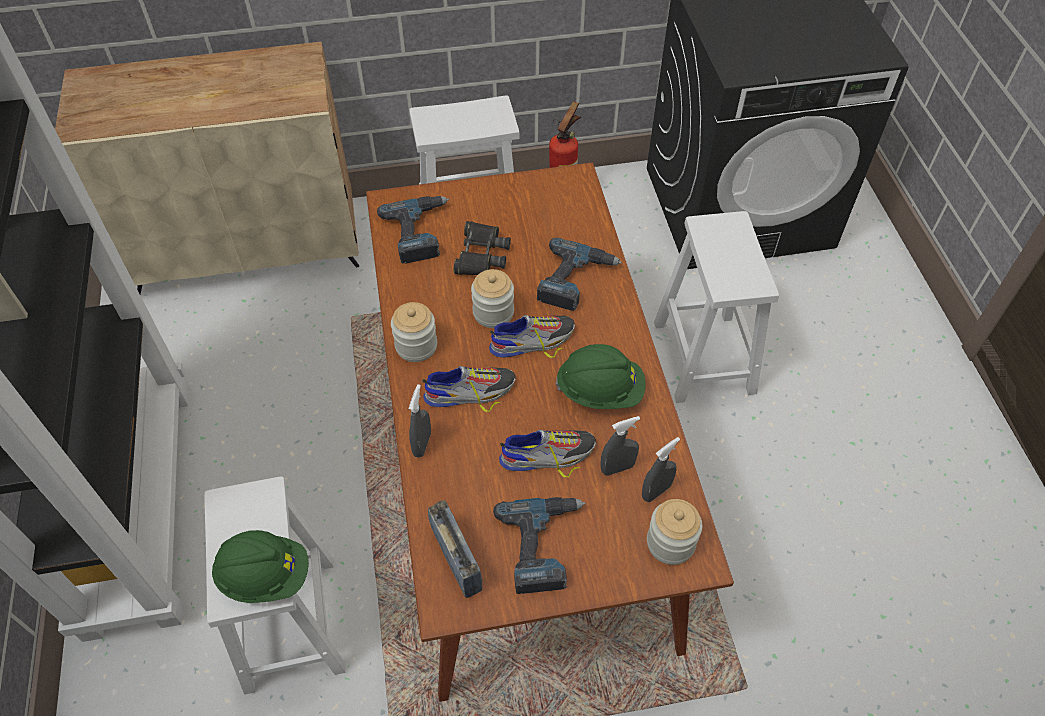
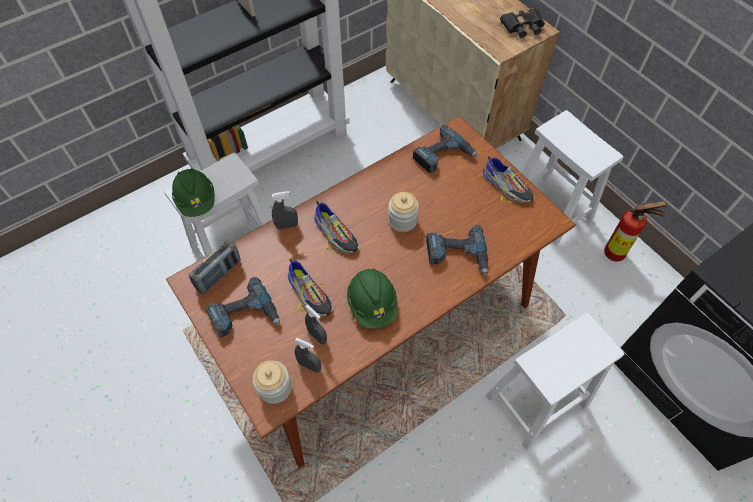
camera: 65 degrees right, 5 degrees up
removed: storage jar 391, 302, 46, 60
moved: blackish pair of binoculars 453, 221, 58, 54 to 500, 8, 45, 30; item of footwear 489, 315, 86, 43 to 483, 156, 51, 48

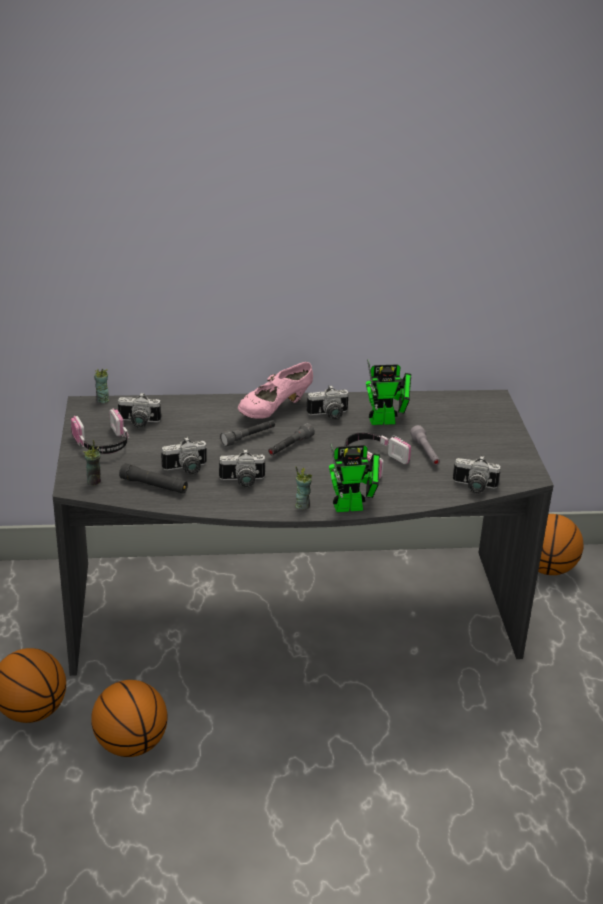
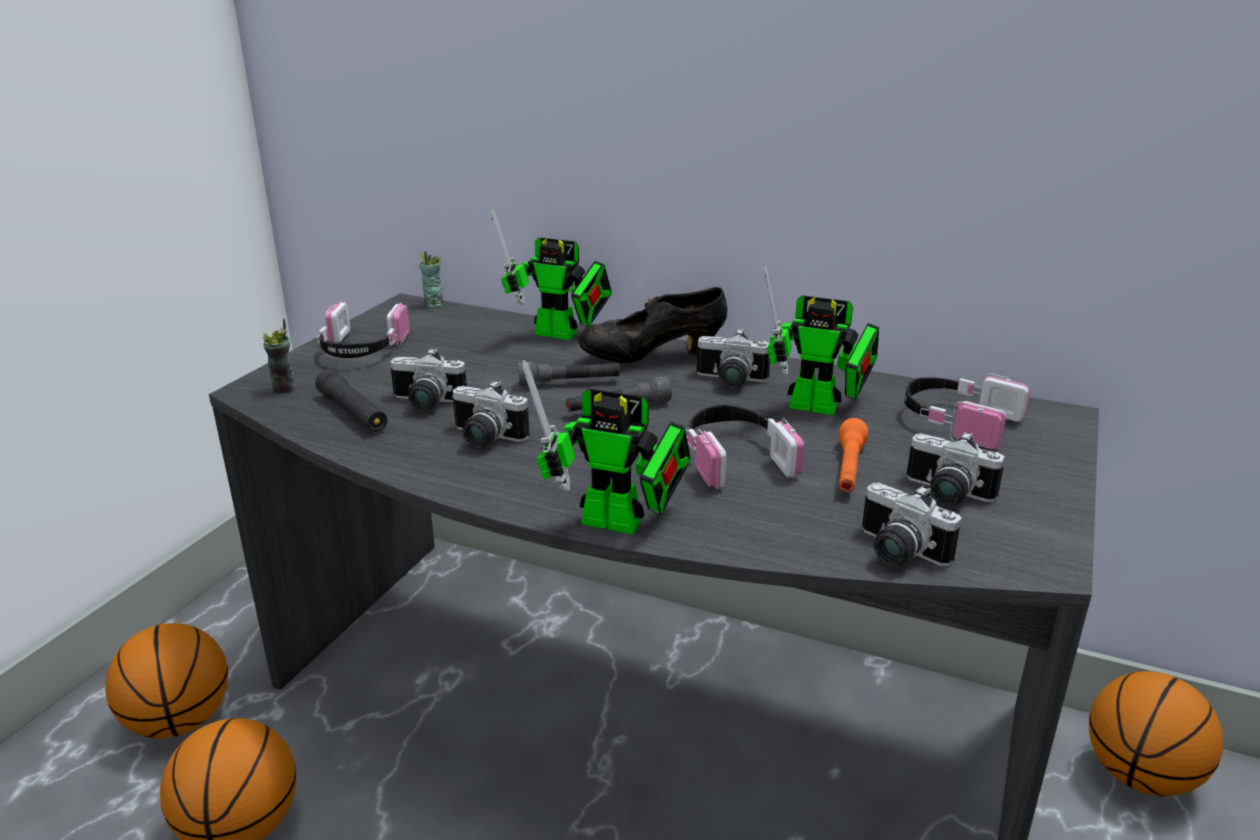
camera: 30 degrees right, 5 degrees down
removed: cup 295, 466, 17, 44
added: robot figure 491, 209, 121, 131; headphones 904, 373, 126, 76
moved: photo camera 118, 393, 43, 35 to 907, 432, 98, 73
recoloured: pink item of footwear 238, 362, 75, 56 to blackish item of footwear 578, 287, 149, 76; greyish flashlight 410, 425, 30, 40 to orange-coloured flashlight 839, 418, 29, 74

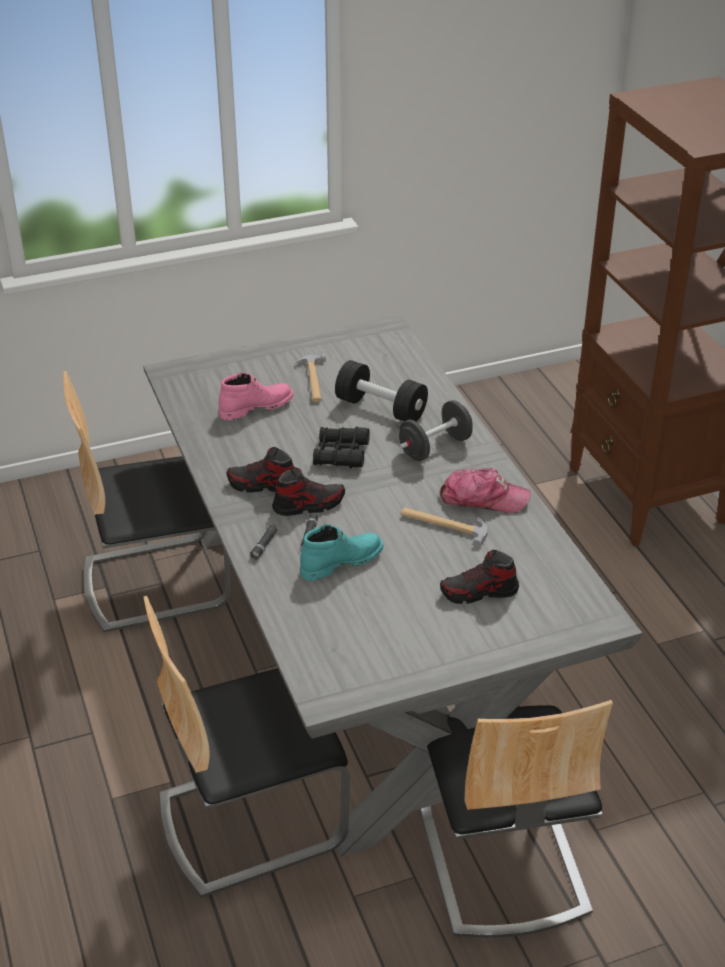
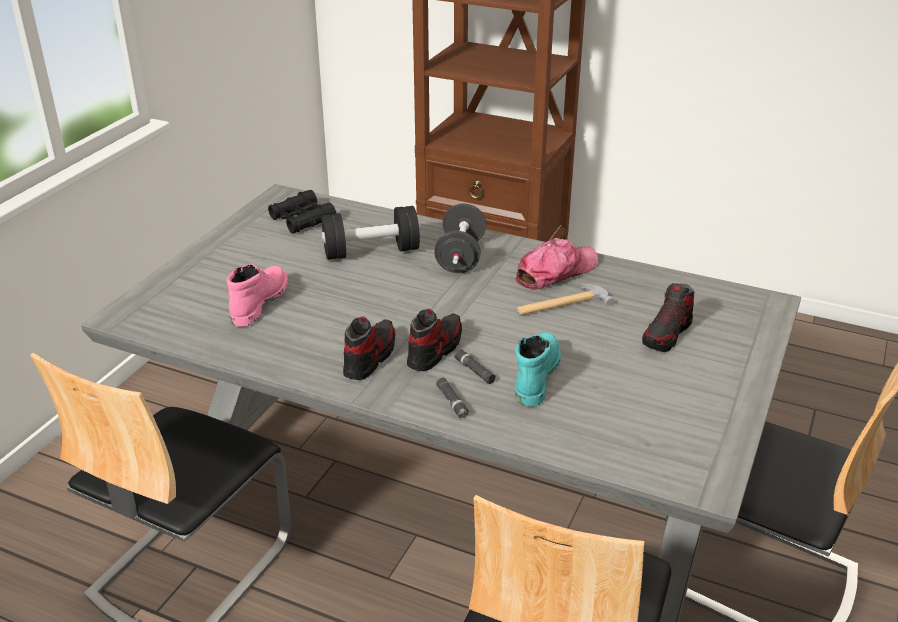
camera: 45 degrees left, 5 degrees down
removed: tool hammer 295, 354, 31, 48
moved: blackish pair of binoculars 313, 426, 57, 42 to 268, 190, 68, 44
turned: item of footwear 226, 447, 68, 46 = 343, 317, 52, 63 150 degrees clockwise

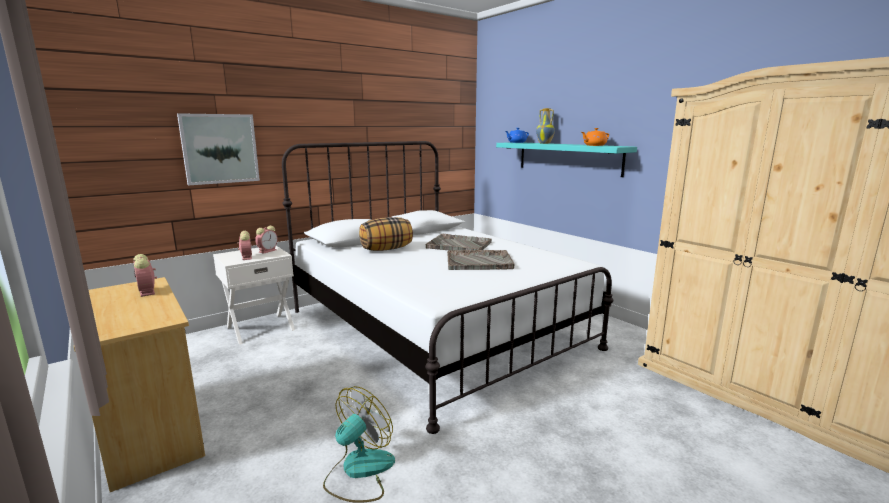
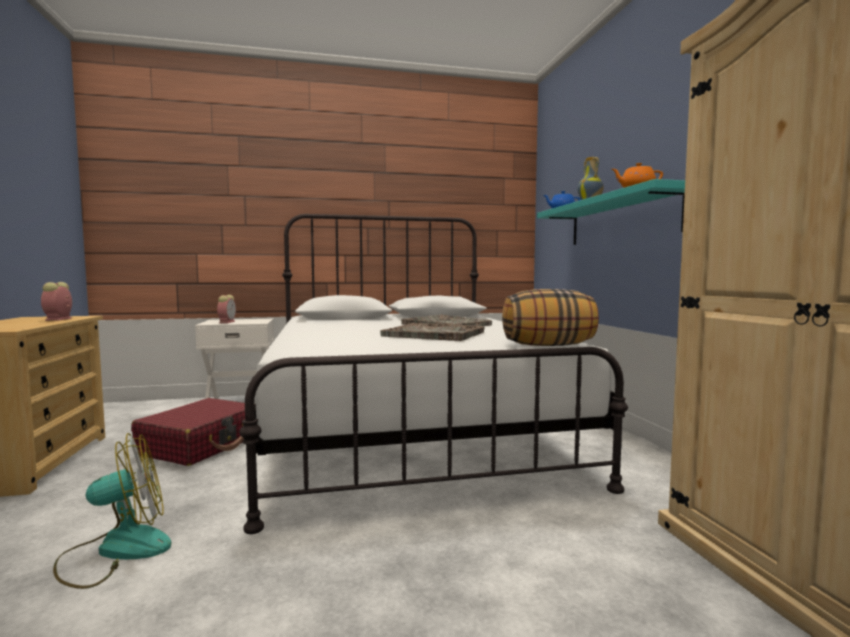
camera: 25 degrees right, 10 degrees down
removed: wall art 177, 113, 83, 73; bedside clock 255, 226, 23, 28
added: red travel case 131, 398, 124, 68
moved: pillow 359, 217, 54, 34 to 502, 289, 97, 57

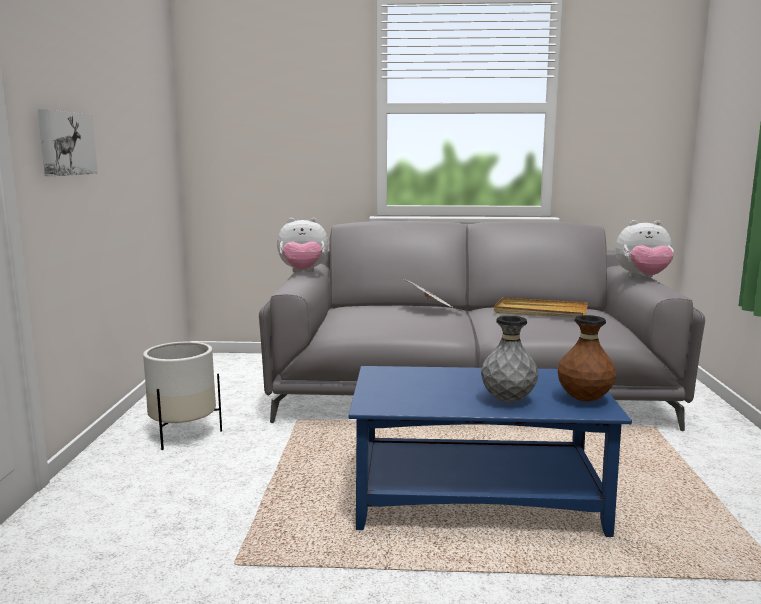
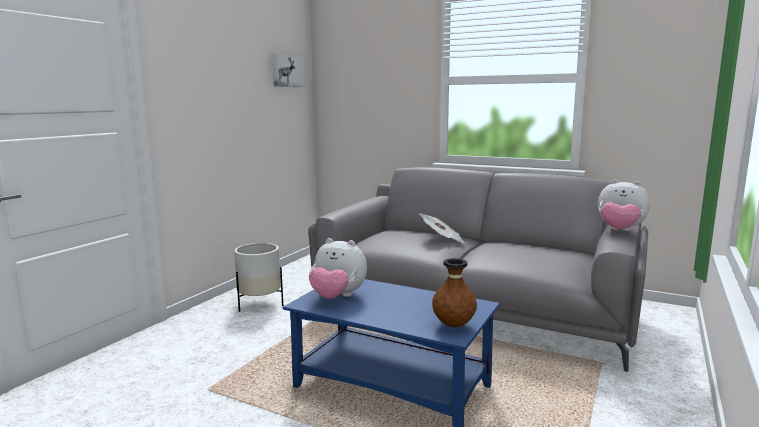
camera: 25 degrees right, 0 degrees up
removed: greyish flower vase 481, 316, 57, 86; beige serving tray 494, 298, 94, 20
moved: wall art 38, 109, 60, 67 to 272, 54, 33, 33; cuddly toy 277, 218, 51, 55 to 309, 238, 58, 61

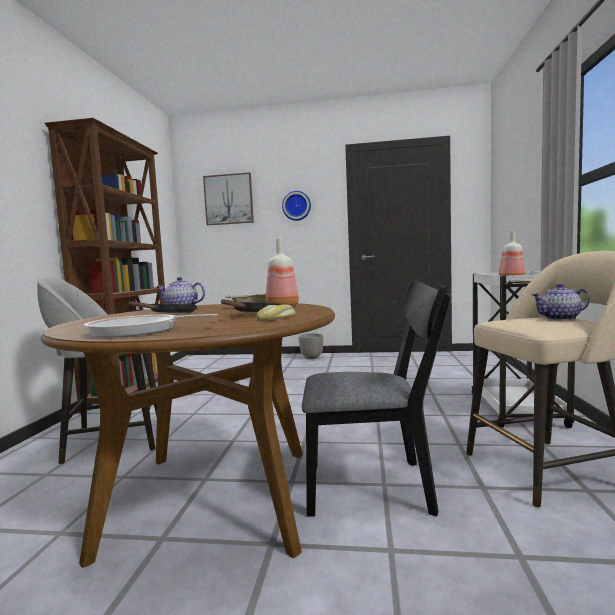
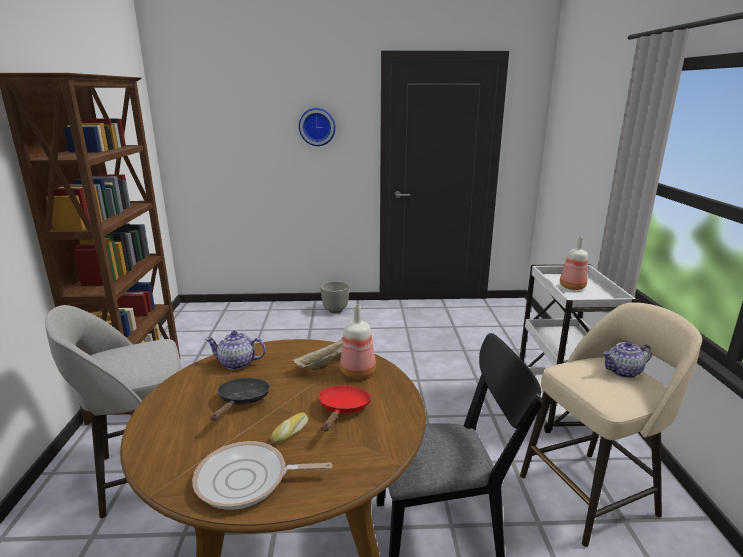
camera: 10 degrees left, 15 degrees up
removed: wall art 203, 172, 51, 53
moved: bakery bread 256, 305, 39, 16 to 271, 413, 37, 30
recoloured: blackish skillet 221, 299, 61, 13 to red skillet 318, 385, 53, 46

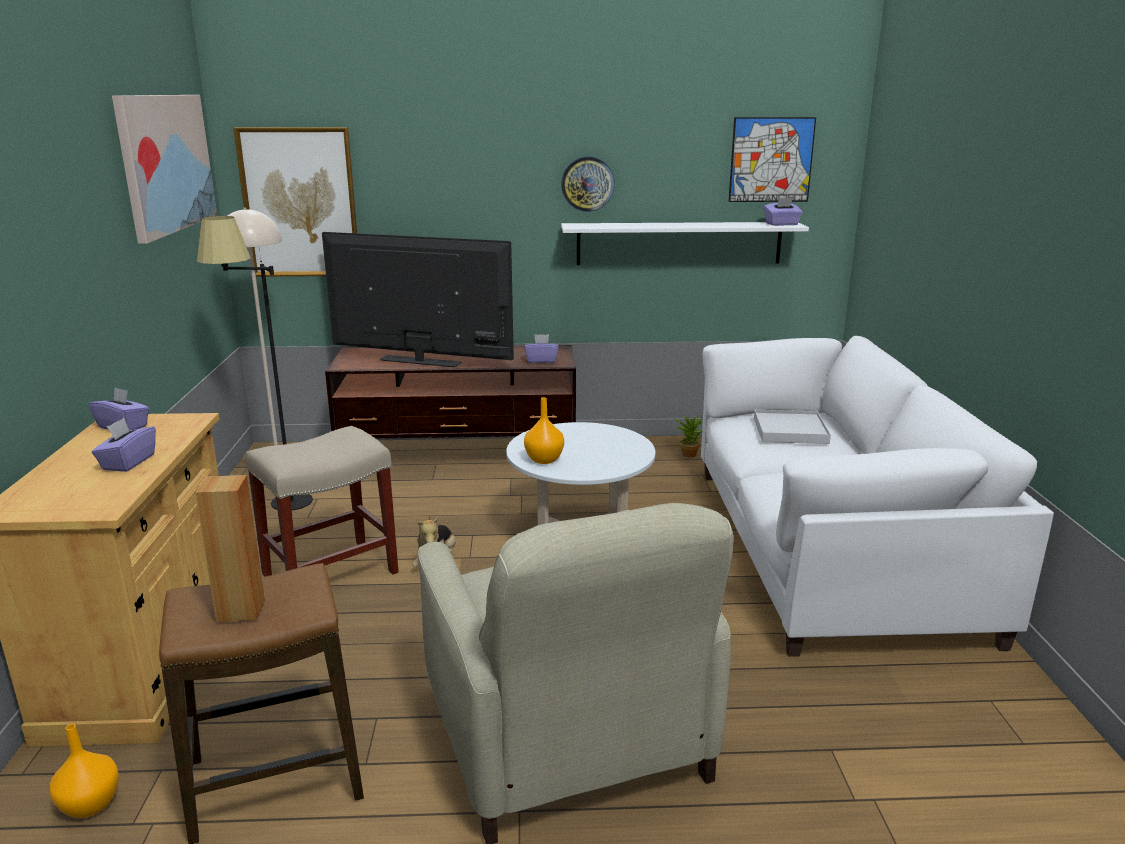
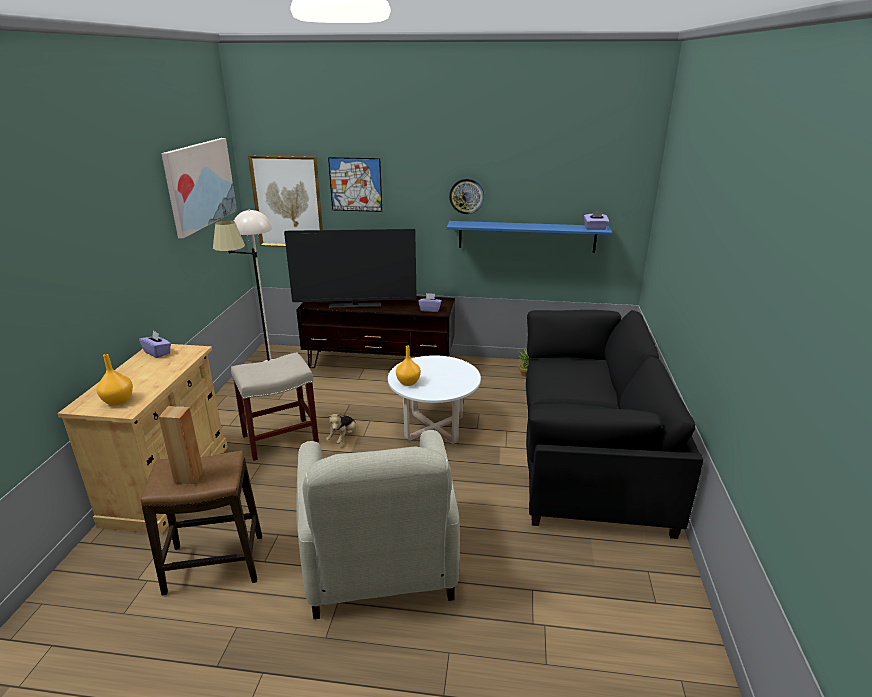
camera: 10 degrees right, 5 degrees up
removed: purplish box of tissues 92, 418, 64, 54; whitish serving tray 754, 410, 77, 34
moved: orange-coloured flower vase 50, 724, 69, 94 to 96, 354, 37, 52; wall art 728, 117, 88, 85 to 328, 157, 54, 55
recoloured: whitish bracket shelf 561, 222, 248, 43 to blue-coloured bracket shelf 447, 221, 165, 32; whitish couch 701, 336, 353, 321 to blackish couch 526, 310, 178, 229
turned: television 322, 232, 192, 135 = 284, 229, 133, 79 150 degrees clockwise

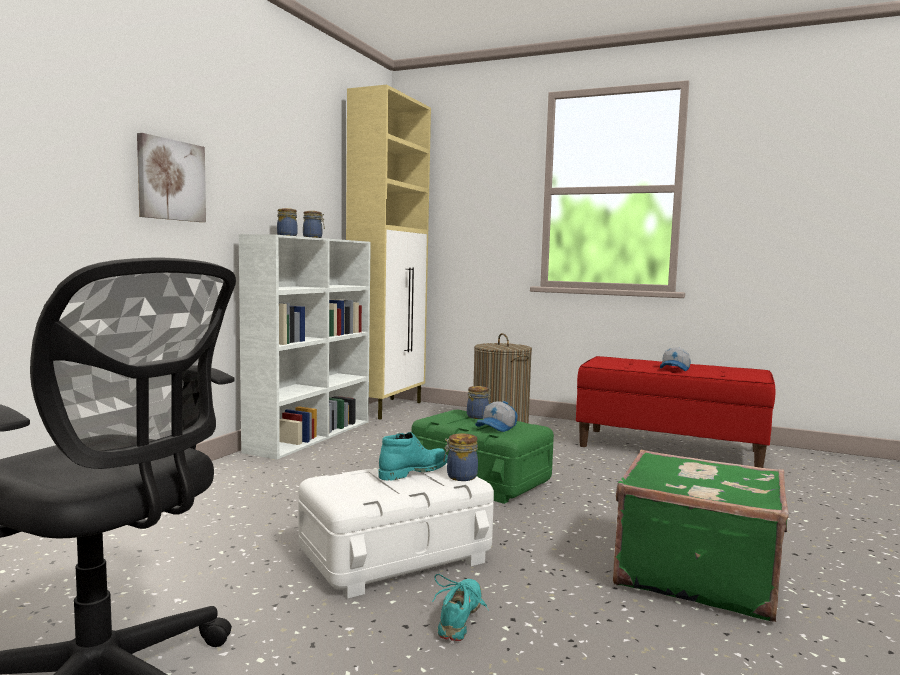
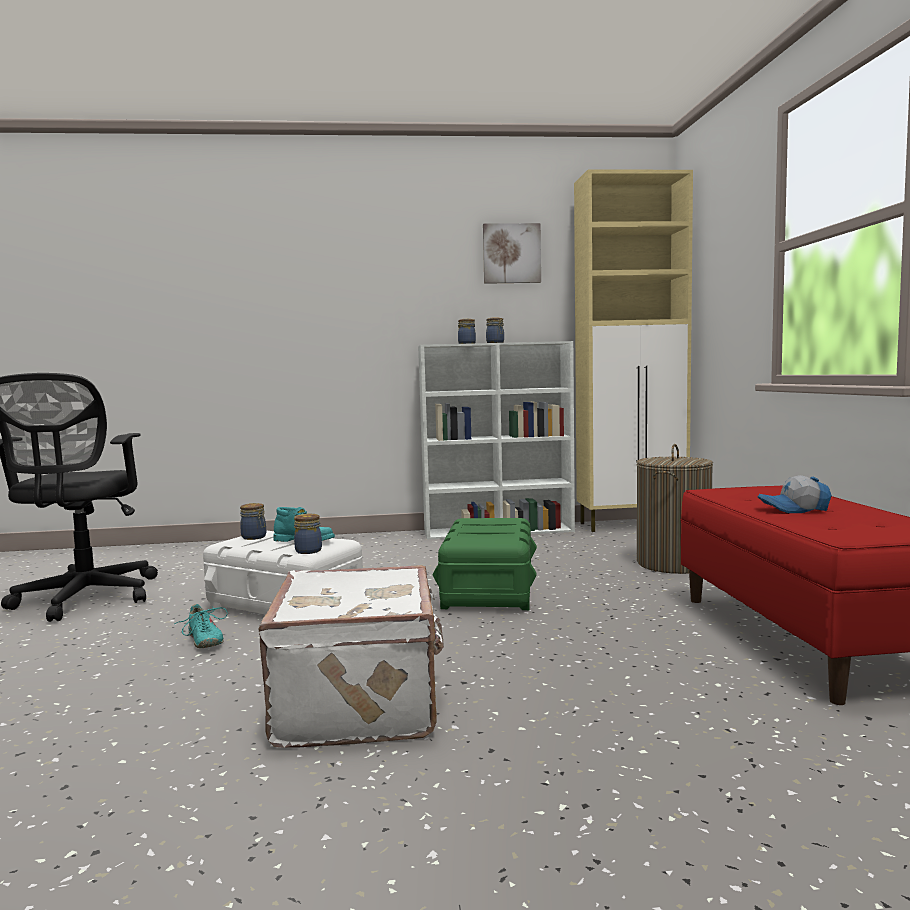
camera: 60 degrees right, 0 degrees up
removed: baseball cap 475, 401, 43, 31
moved: wall art 137, 133, 69, 89 to 483, 223, 58, 61; storage jar 467, 386, 24, 33 to 240, 503, 26, 37
recoloured: green-coloured travel case 613, 450, 176, 172 to whitish travel case 258, 565, 186, 183
turned: turquoise item of footwear 432, 574, 57, 67 = 174, 604, 54, 44 75 degrees clockwise

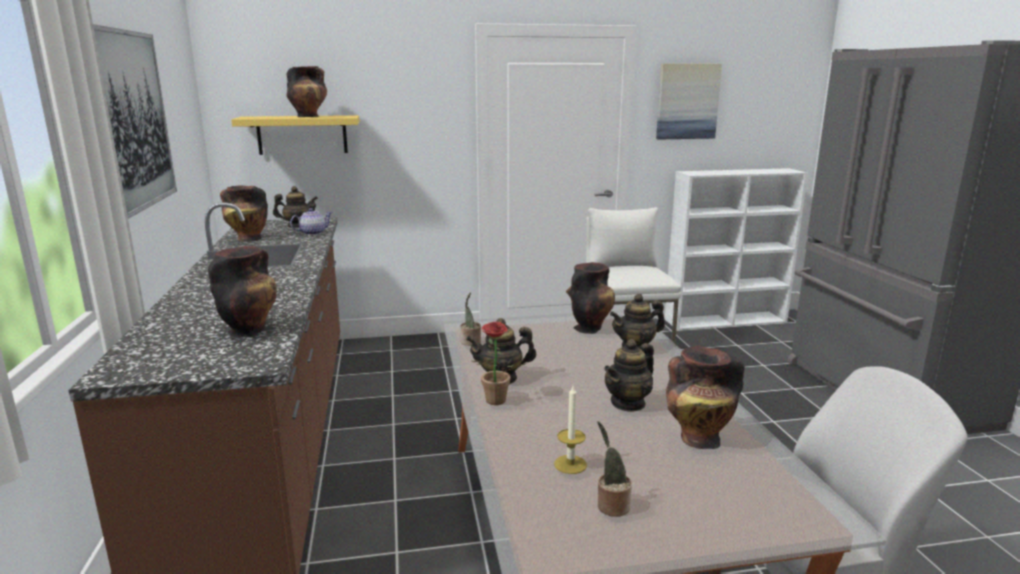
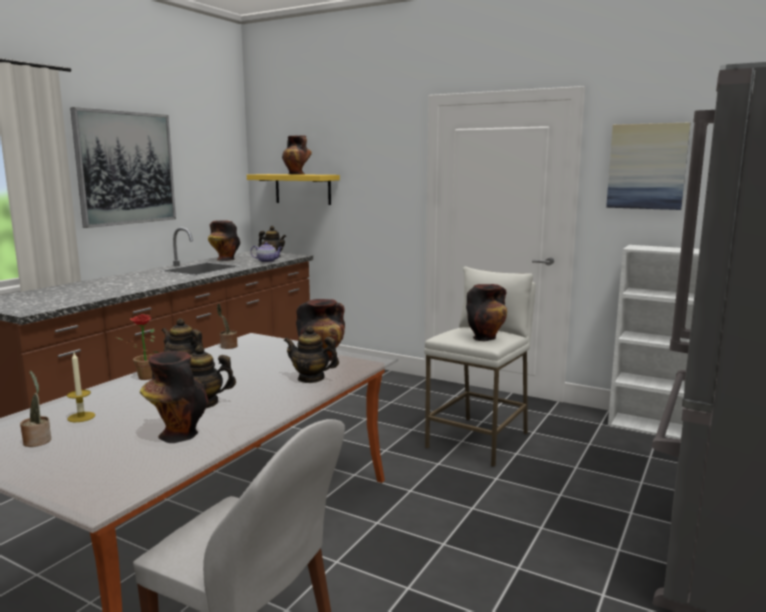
camera: 40 degrees right, 5 degrees down
moved: flower vase 208, 246, 69, 92 to 466, 284, 41, 57

